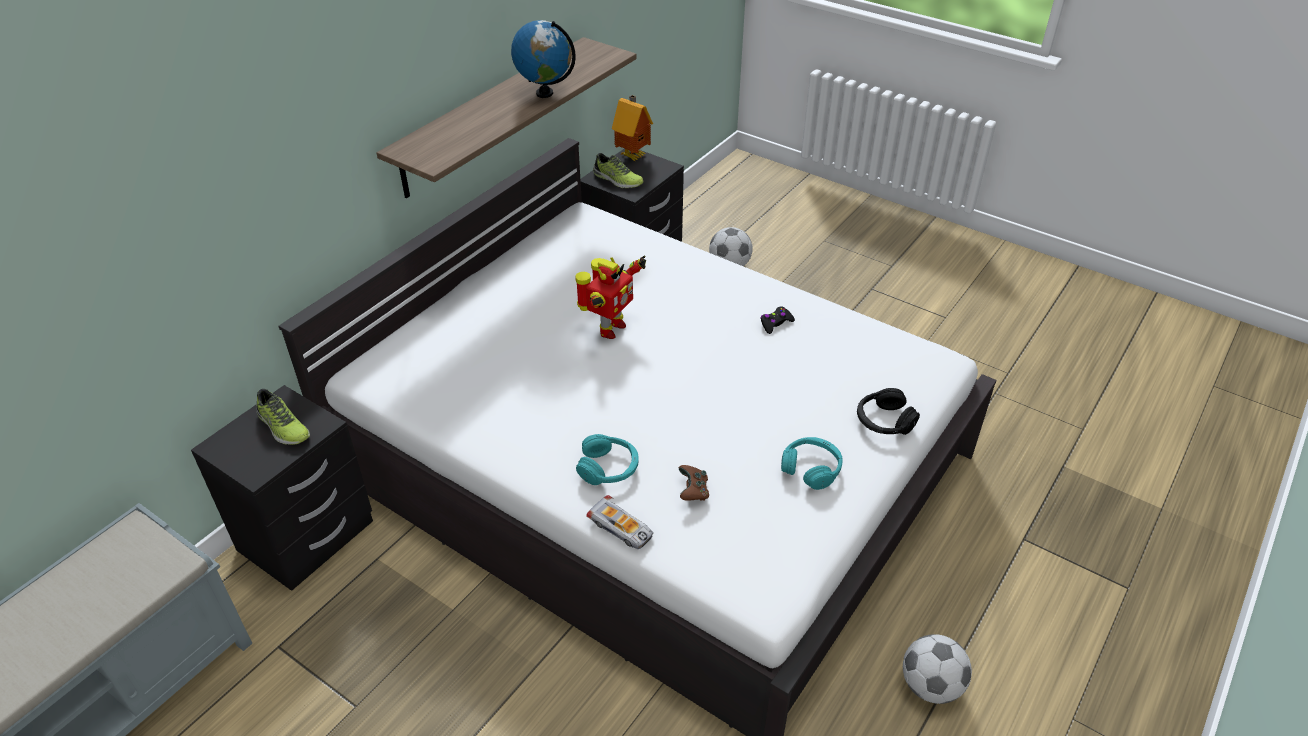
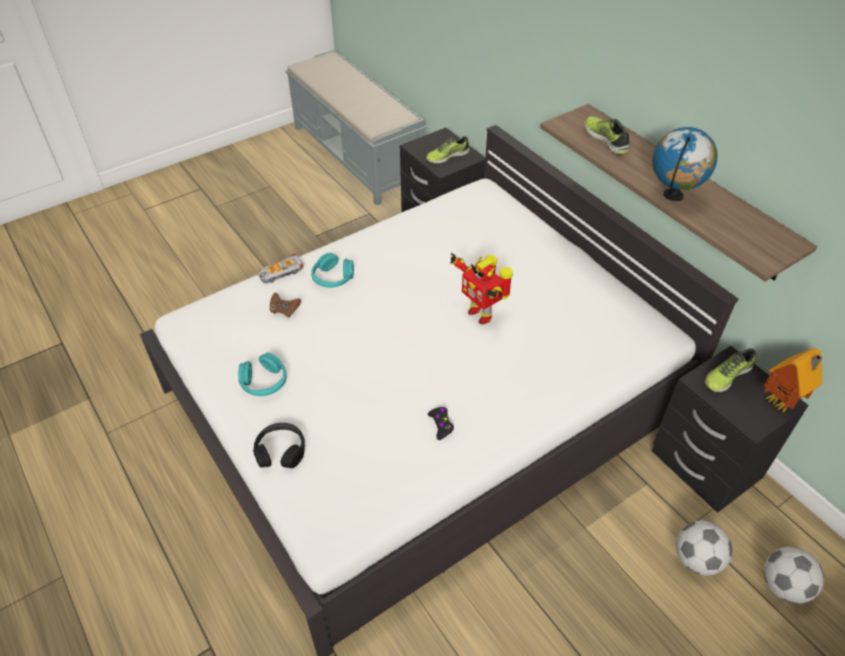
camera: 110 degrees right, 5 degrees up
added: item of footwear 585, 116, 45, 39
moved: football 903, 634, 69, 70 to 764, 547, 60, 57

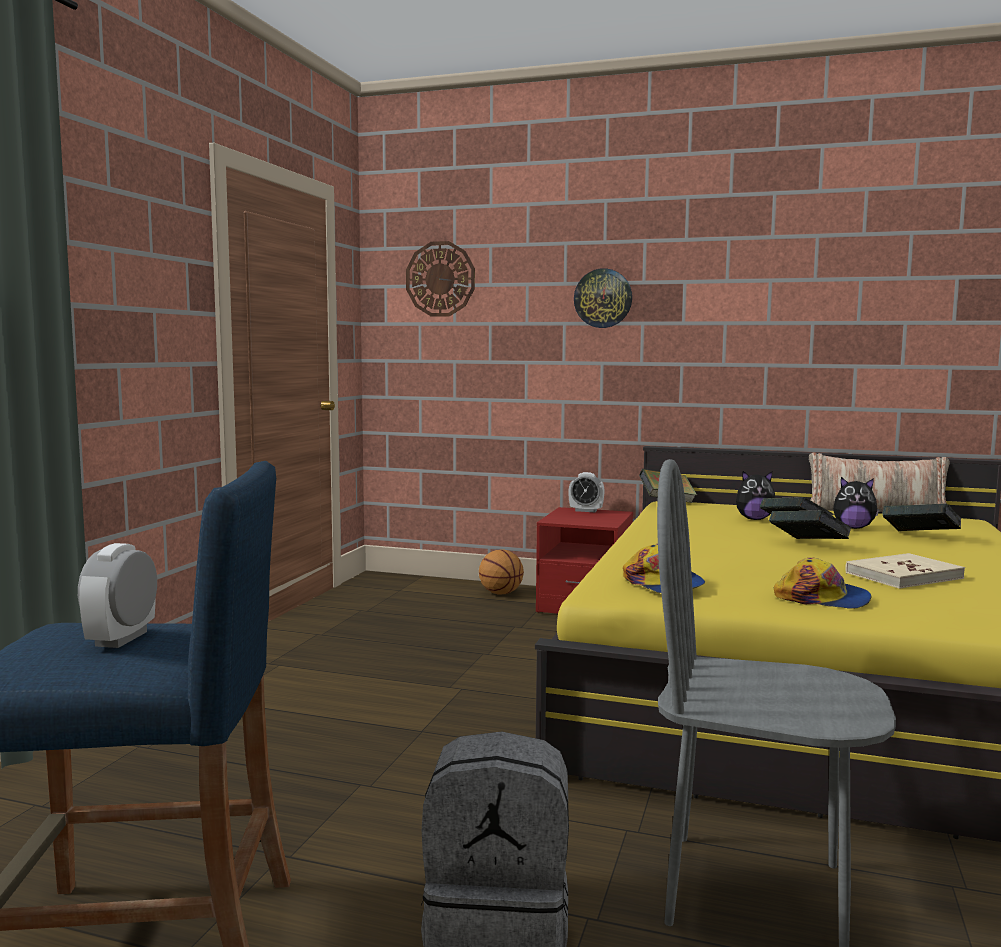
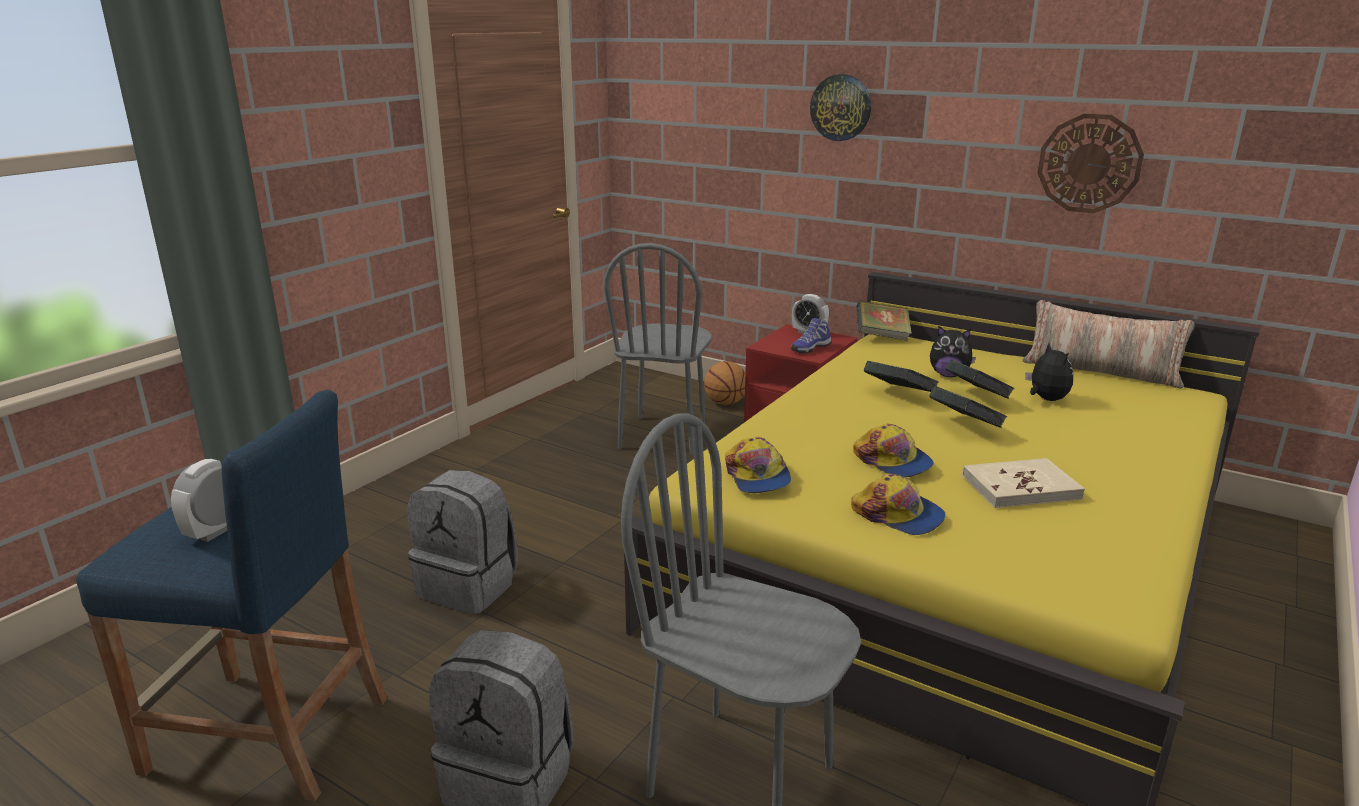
camera: 15 degrees right, 15 degrees up
added: greyish rucksack 408, 470, 110, 144; greyish upright chair 604, 243, 108, 212; item of footwear 791, 318, 40, 36; baseball cap 853, 424, 81, 54
moved: wall clock 406, 241, 69, 76 to 1038, 114, 106, 99; book 883, 503, 78, 28 to 864, 361, 75, 31
turned: cuddly toy 833, 477, 46, 52 = 1025, 343, 48, 58 135 degrees counterclockwise

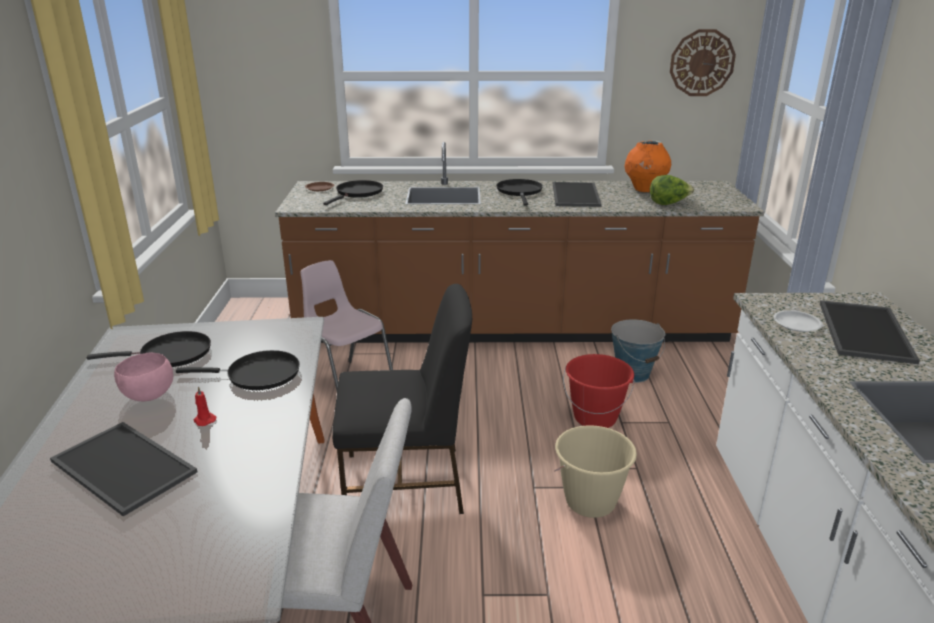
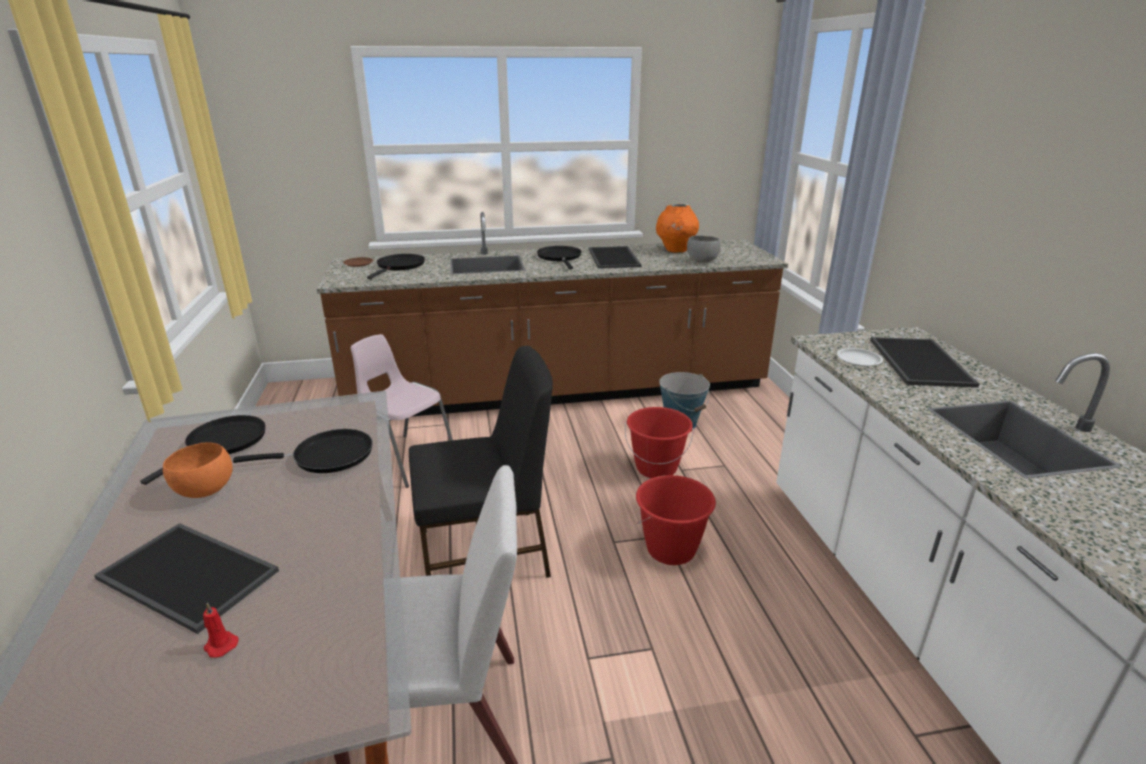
camera: 10 degrees left, 0 degrees up
removed: wall clock 670, 29, 66, 67
moved: red wax light 194, 386, 22, 40 to 203, 603, 35, 55
replaced: head of lettuce 650, 175, 44, 30 to greyish deep dish 687, 235, 34, 28
recoloured: pink deep dish 114, 353, 59, 48 to orange-coloured deep dish 163, 443, 70, 55; beige bucket 554, 425, 83, 93 to red bucket 636, 475, 80, 90
turned: blackish skillet 87, 331, 124, 36 = 140, 415, 126, 70 45 degrees counterclockwise

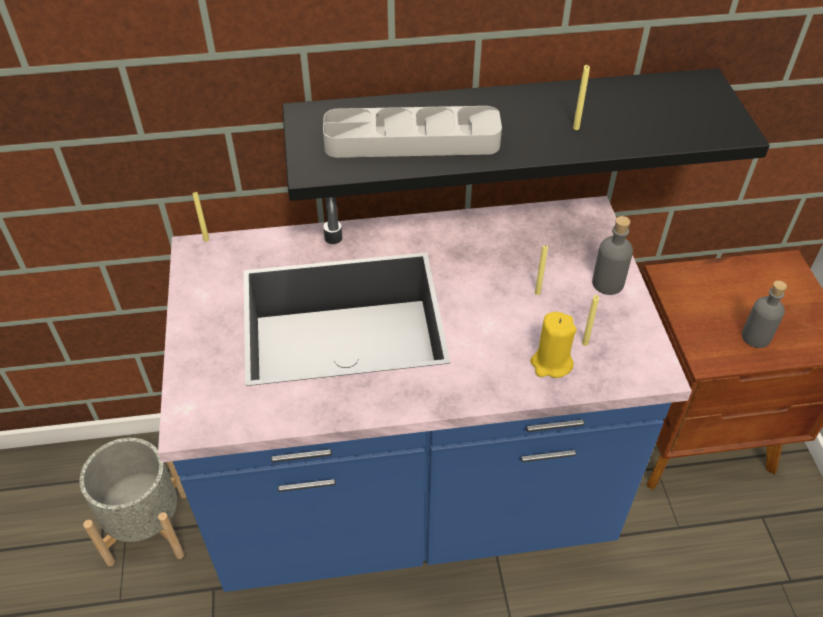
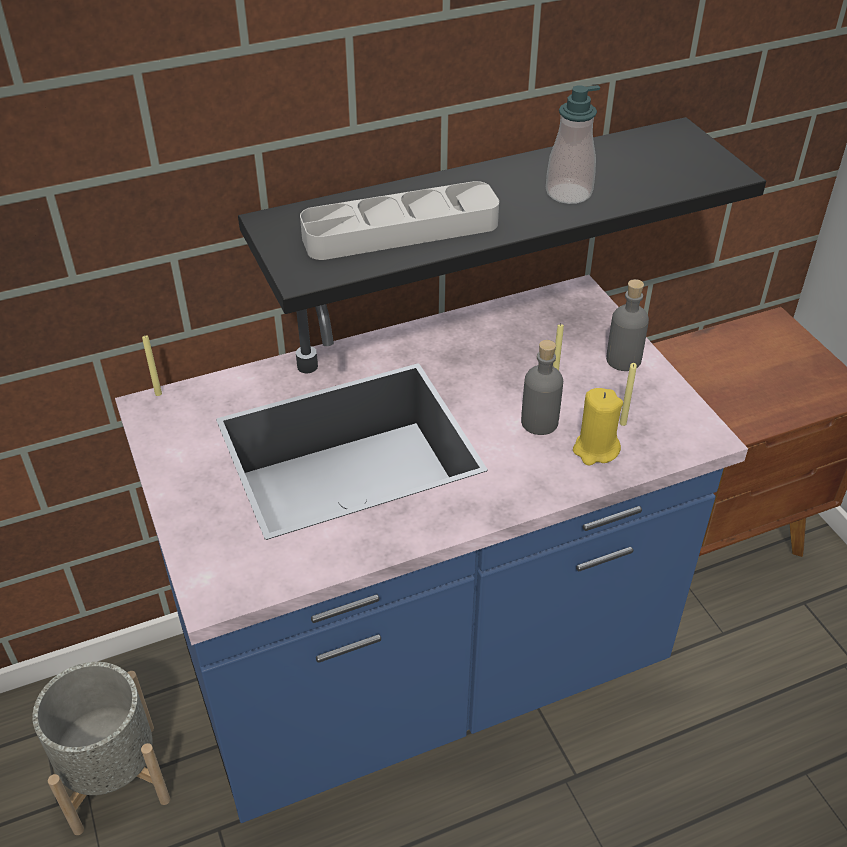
camera: 15 degrees left, 5 degrees down
moved: greyish drink bottle 742, 281, 45, 67 to 521, 340, 42, 95
replaced: yellow-coloured wax light 573, 65, 17, 65 to soap bottle 546, 85, 54, 119

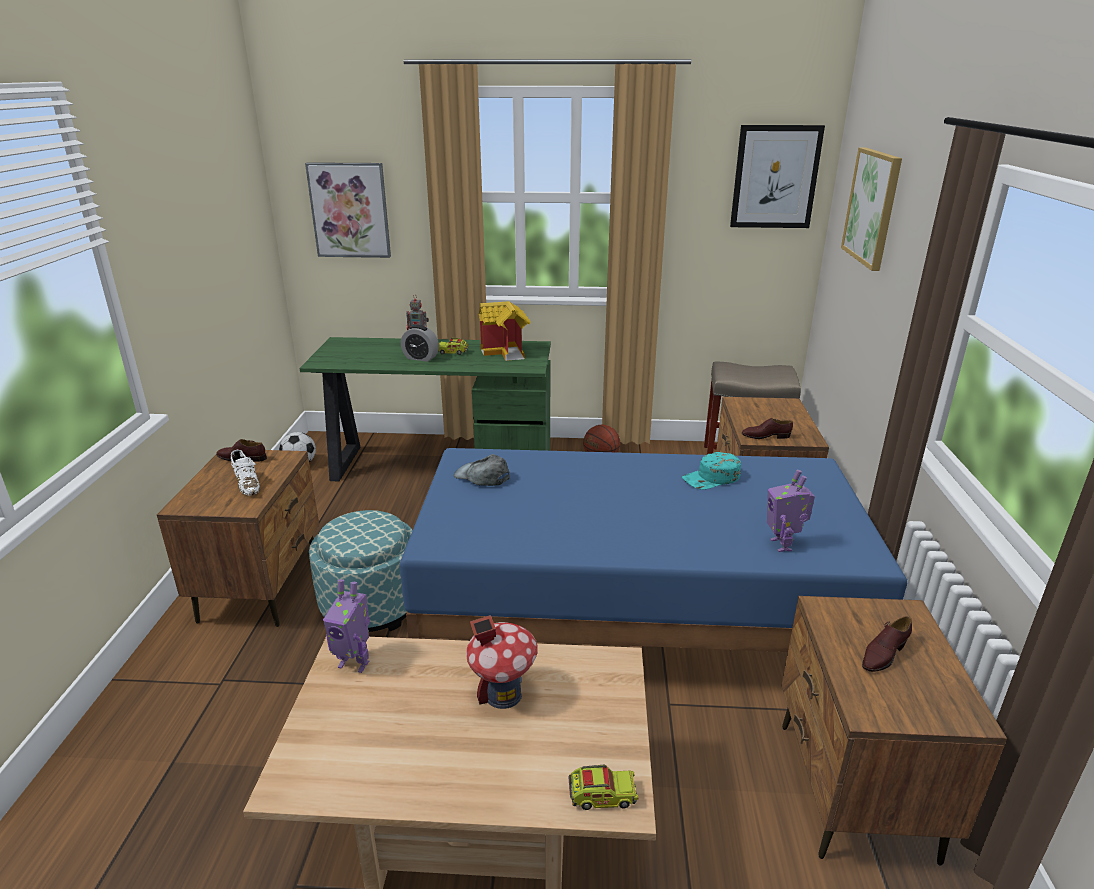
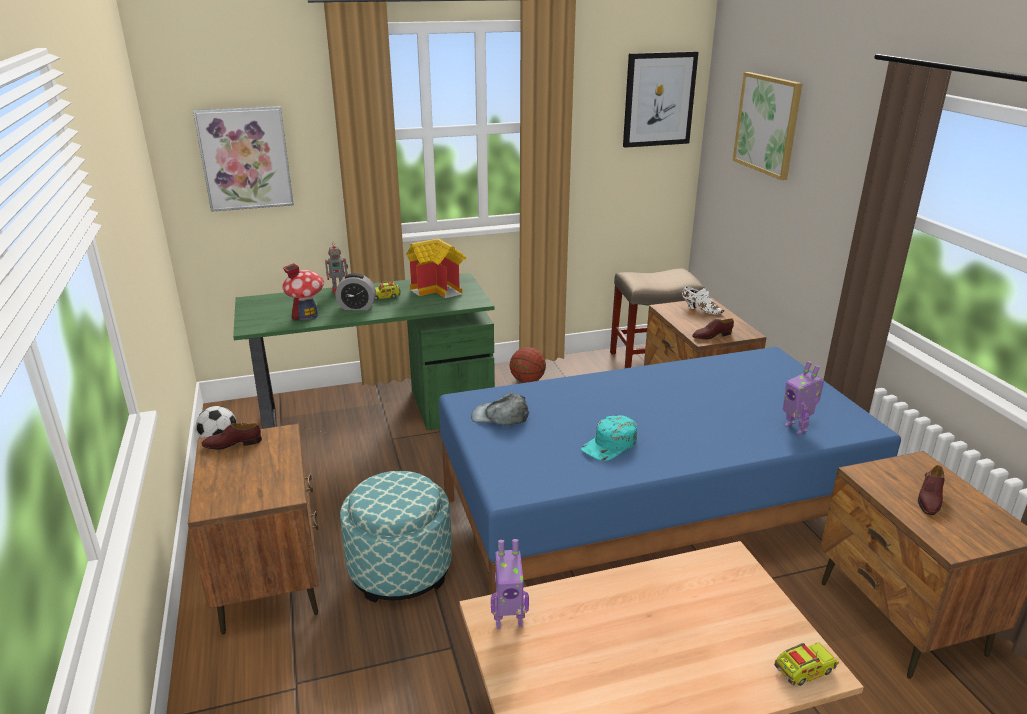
camera: 20 degrees left, 0 degrees up
moved: whitish item of footwear 231, 450, 29, 46 to 682, 286, 43, 29; model house 466, 615, 72, 94 to 282, 263, 42, 58; turquoise baseball cap 682, 452, 59, 38 to 581, 415, 56, 46

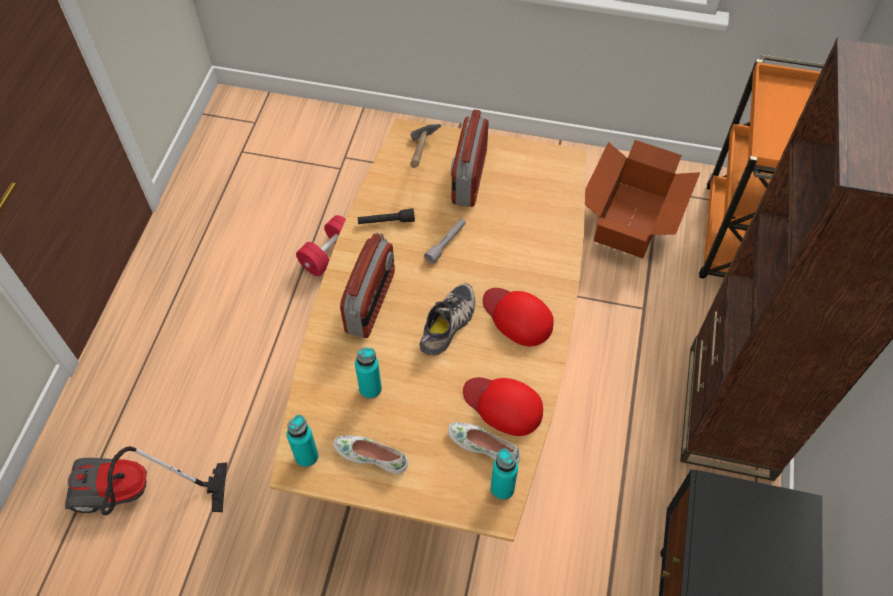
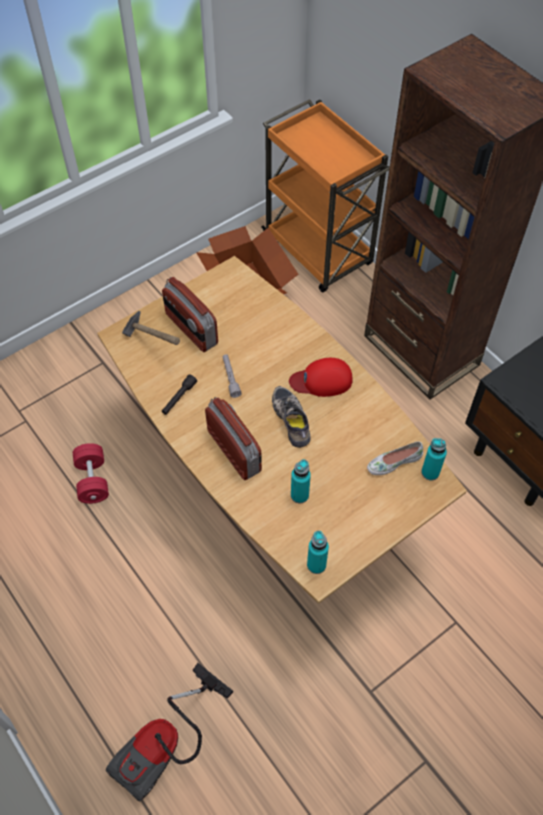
camera: 50 degrees left, 0 degrees up
removed: whitish item of footwear 333, 435, 75, 39; red baseball cap 463, 377, 80, 59

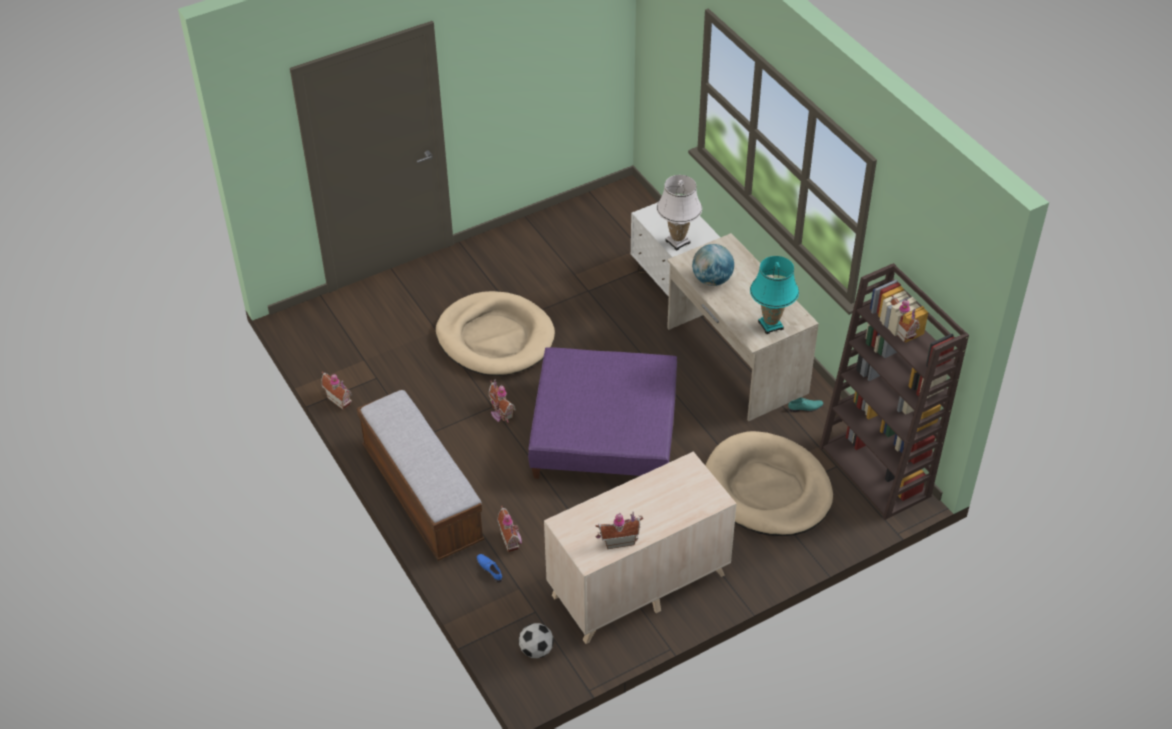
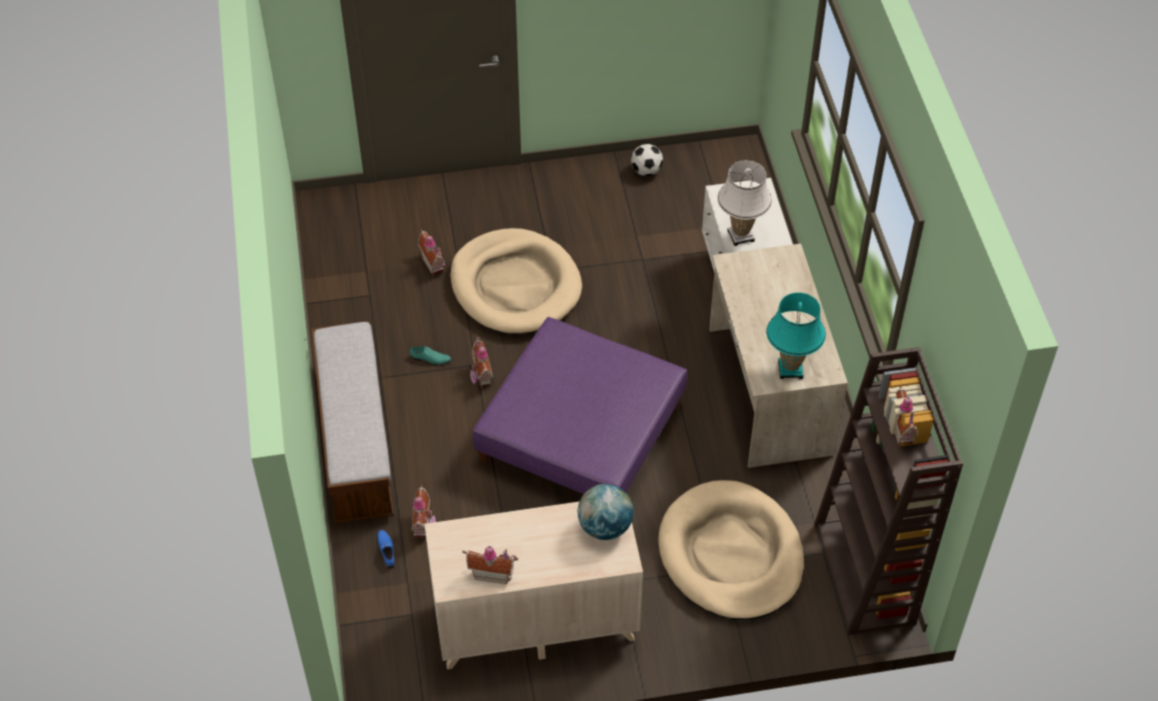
camera: 20 degrees right, 5 degrees up
moved: model house 322, 371, 30, 39 to 418, 229, 27, 47; football 519, 623, 35, 35 to 631, 144, 32, 32; globe 692, 244, 42, 42 to 578, 484, 56, 56; turquoise item of footwear 788, 398, 35, 14 to 410, 346, 41, 19

